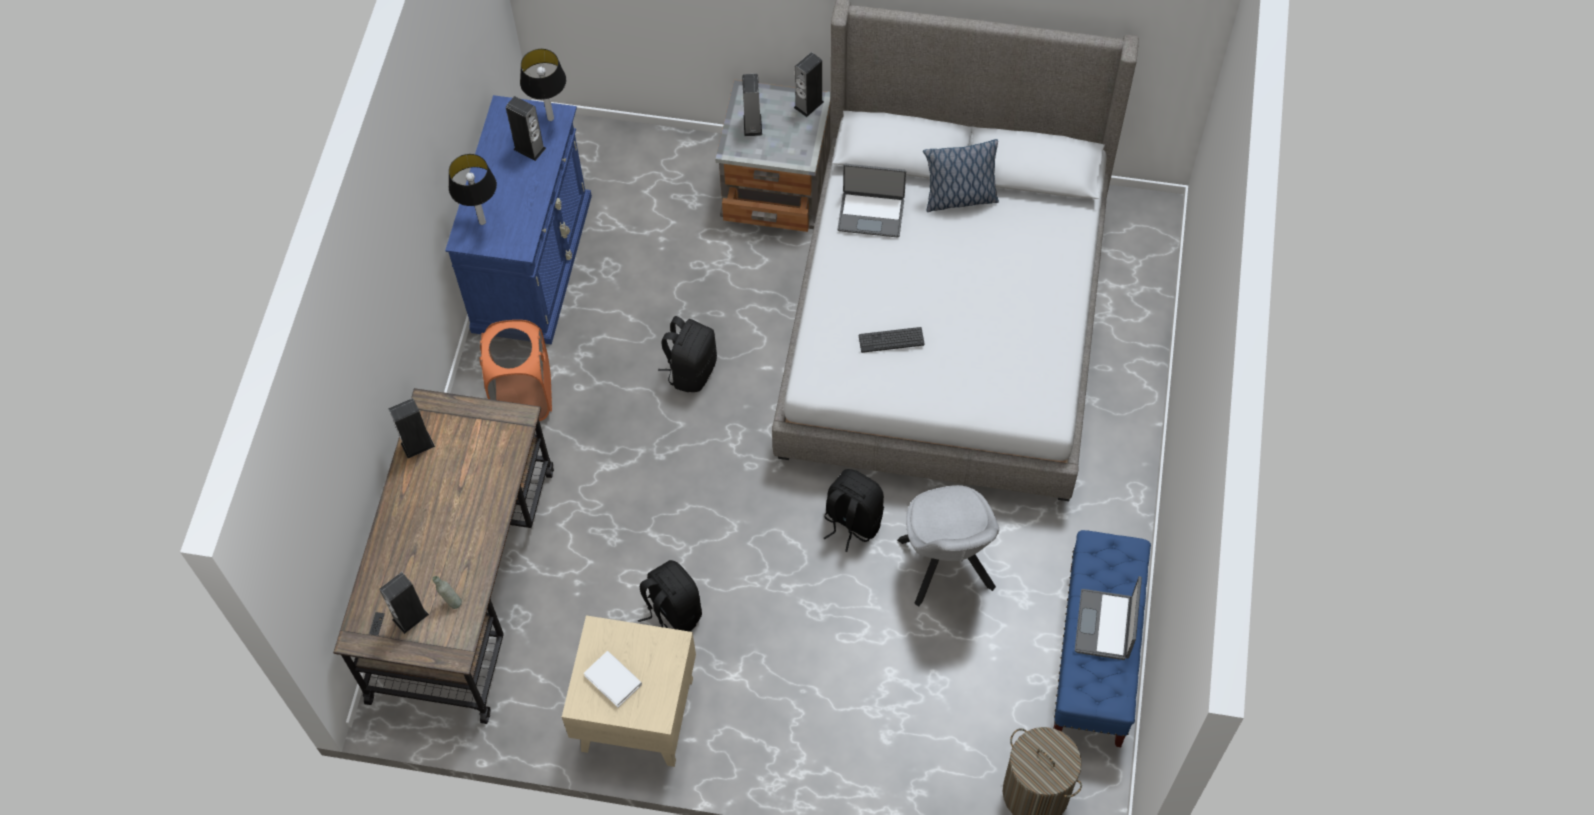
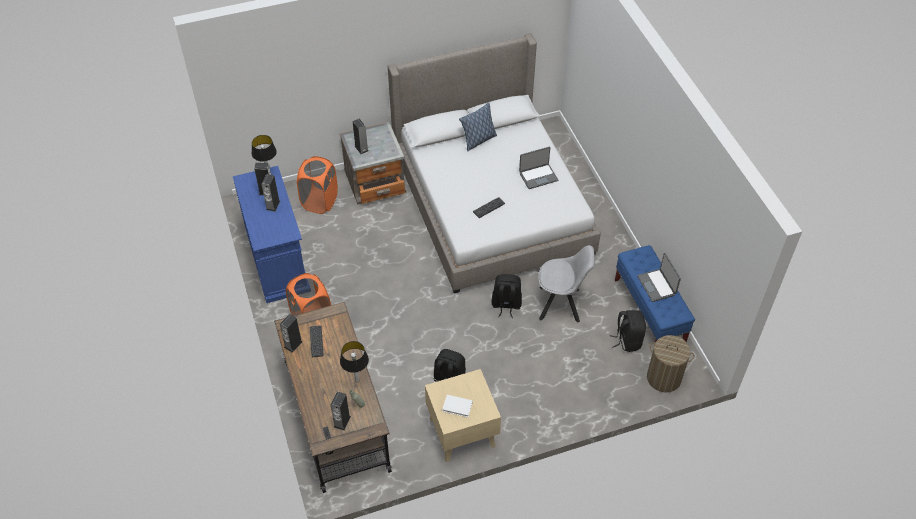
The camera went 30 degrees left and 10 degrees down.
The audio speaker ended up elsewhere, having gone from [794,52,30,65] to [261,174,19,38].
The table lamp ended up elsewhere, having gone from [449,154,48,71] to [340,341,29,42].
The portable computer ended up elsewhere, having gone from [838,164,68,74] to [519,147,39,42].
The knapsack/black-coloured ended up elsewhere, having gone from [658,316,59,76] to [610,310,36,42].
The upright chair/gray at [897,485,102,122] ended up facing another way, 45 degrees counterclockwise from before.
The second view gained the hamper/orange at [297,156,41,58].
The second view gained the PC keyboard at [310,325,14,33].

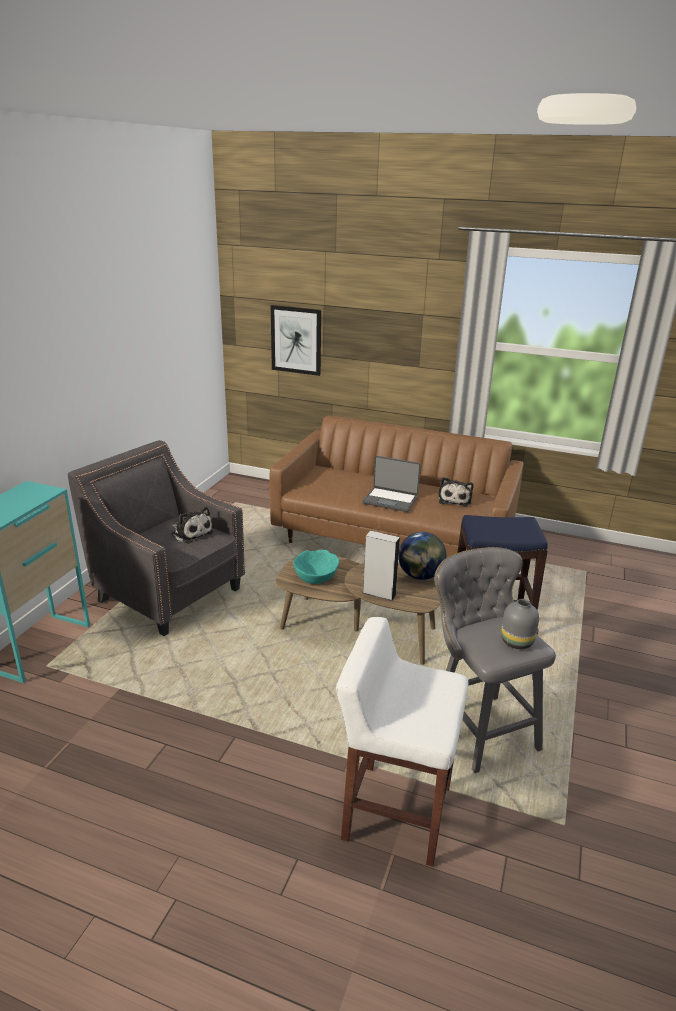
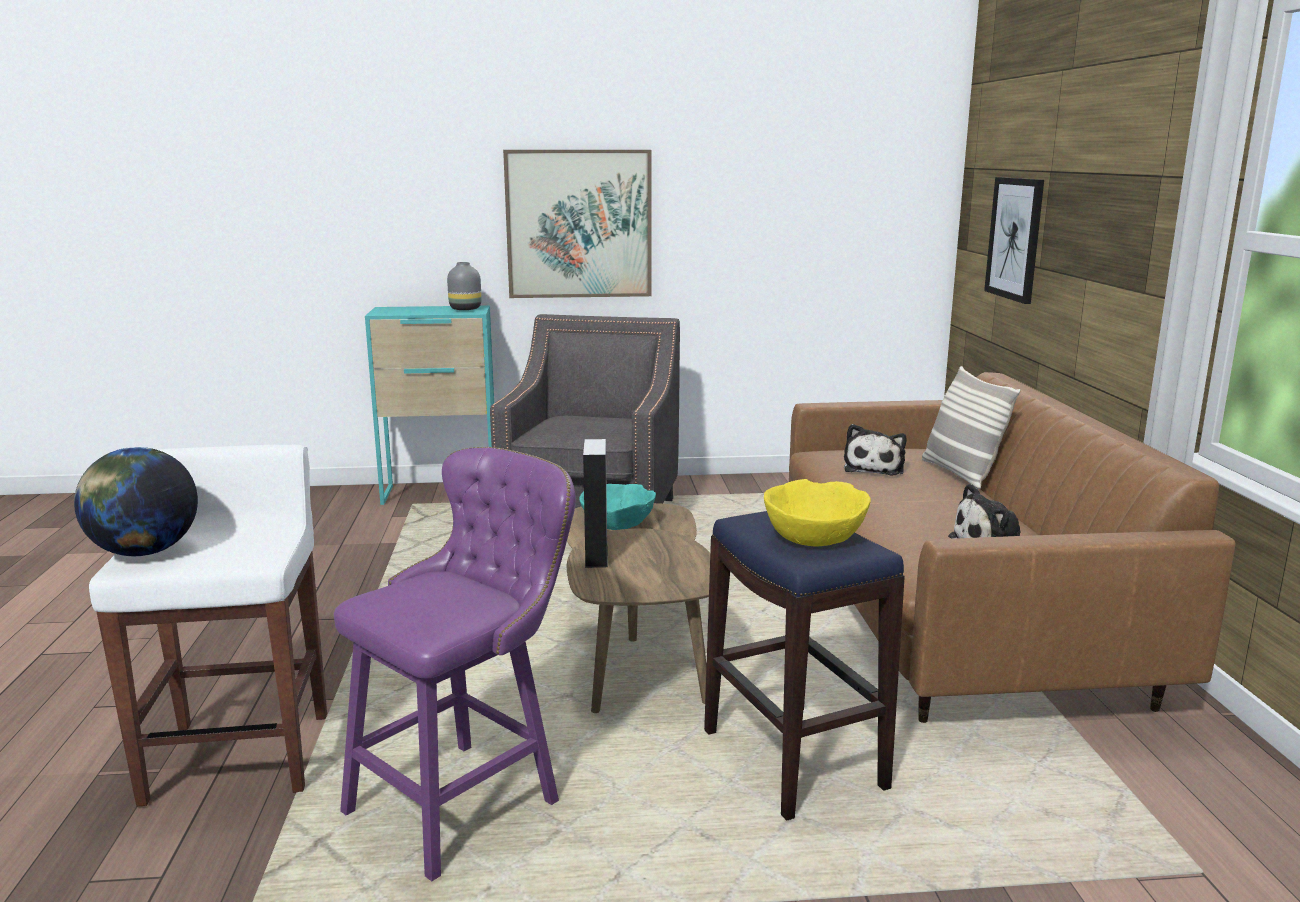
The camera went 65 degrees right and 10 degrees down.
The second view lost the portable computer at [362,456,59,56].
The soft toy ended up elsewhere, having gone from [171,507,42,37] to [844,424,62,51].
The globe ended up elsewhere, having gone from [398,532,49,48] to [74,447,124,109].
What was the stool/gray at [434,547,122,226] turned into the stool/purple-coloured at [334,447,242,434].
The vase/gray ended up elsewhere, having gone from [501,599,38,50] to [447,262,34,48].
The second view gained the picture at [503,150,148,148].
The second view gained the pillow at [922,366,98,123].
The second view gained the deep dish/yellowish at [764,479,107,68].

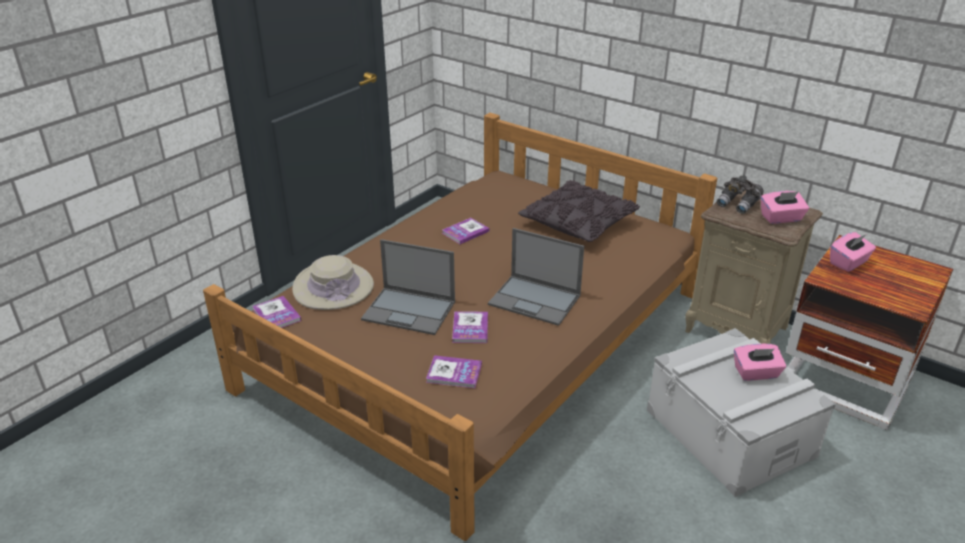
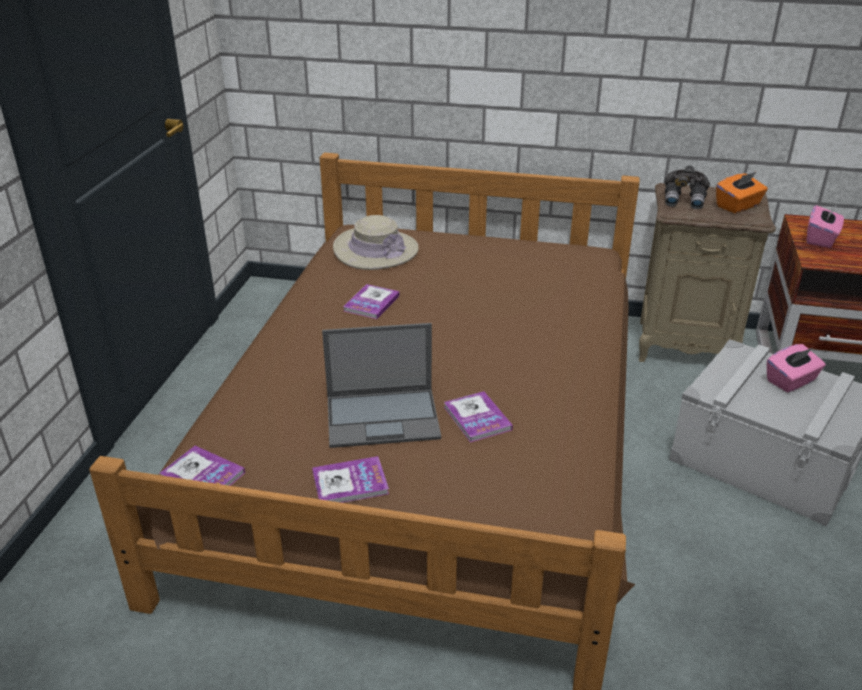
The camera went 25 degrees left and 0 degrees up.
The second view lost the pillow/black-coloured at [518,180,122,62].
What was the box of tissues/pink-coloured at [761,191,48,33] turned into the box of tissues/orange at [716,172,52,41].
The second view lost the portable computer at [488,228,96,98].
The wearable hat/beige-coloured ended up elsewhere, having gone from [292,255,82,55] to [333,215,86,55].
The book ended up elsewhere, having gone from [426,355,56,33] to [312,456,77,47].

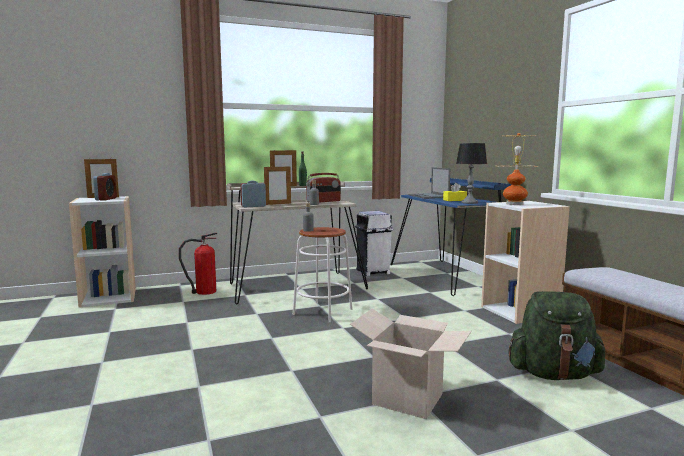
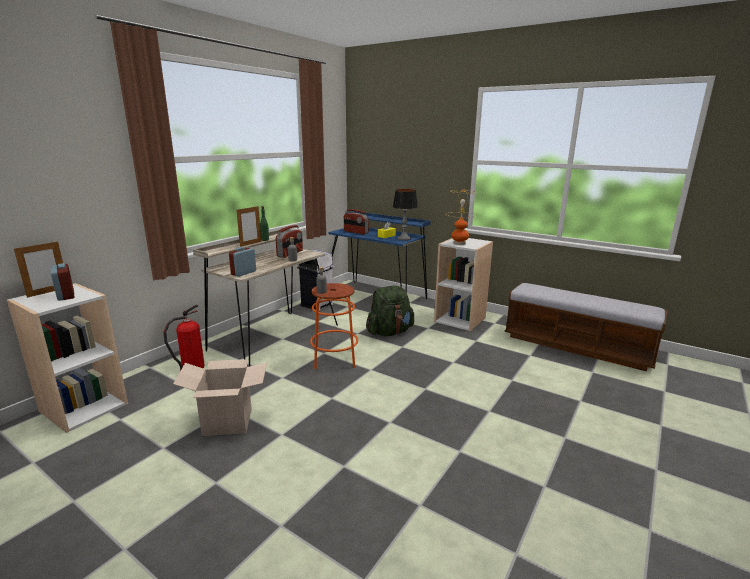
The camera went 35 degrees left and 10 degrees up.
The second view lost the standing frame at [264,166,27,39].
Where the portable computer stood at [408,167,42,32], the radio set came to stand at [344,209,25,25].
What was the stool/white-coloured at [293,227,60,96] turned into the stool/orange at [310,283,48,86].
The knapsack/green ended up elsewhere, having gone from [508,291,99,89] to [366,286,48,50].
The cardboard box ended up elsewhere, having gone from [350,308,122,111] to [173,359,94,77].

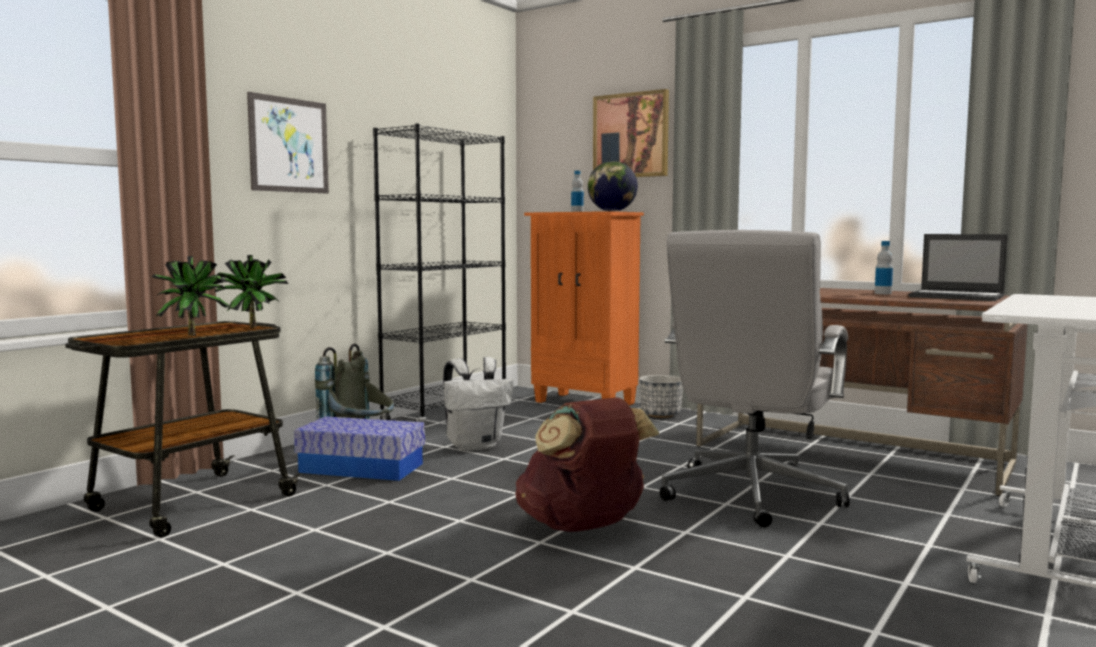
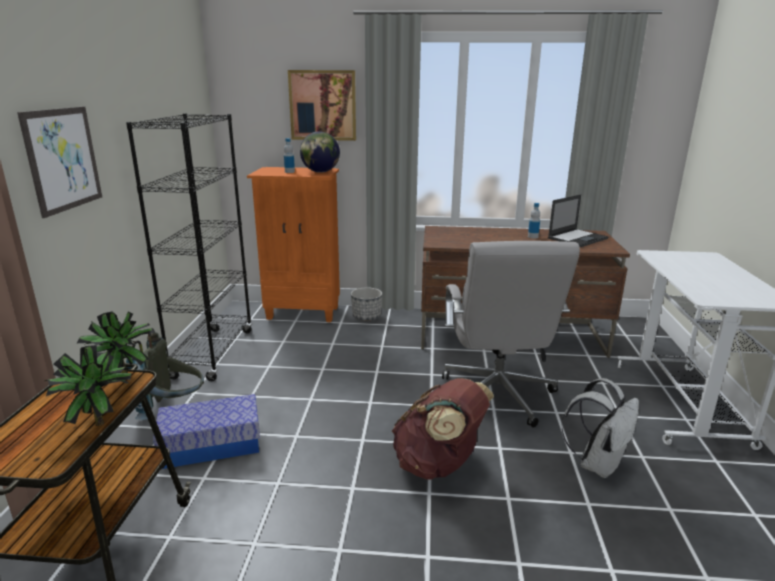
The camera went 30 degrees left and 15 degrees up.
The portable computer at [908,234,100,67] ended up facing another way, 45 degrees counterclockwise from before.
The knapsack/white-coloured ended up elsewhere, having gone from [443,357,70,94] to [561,378,78,100].

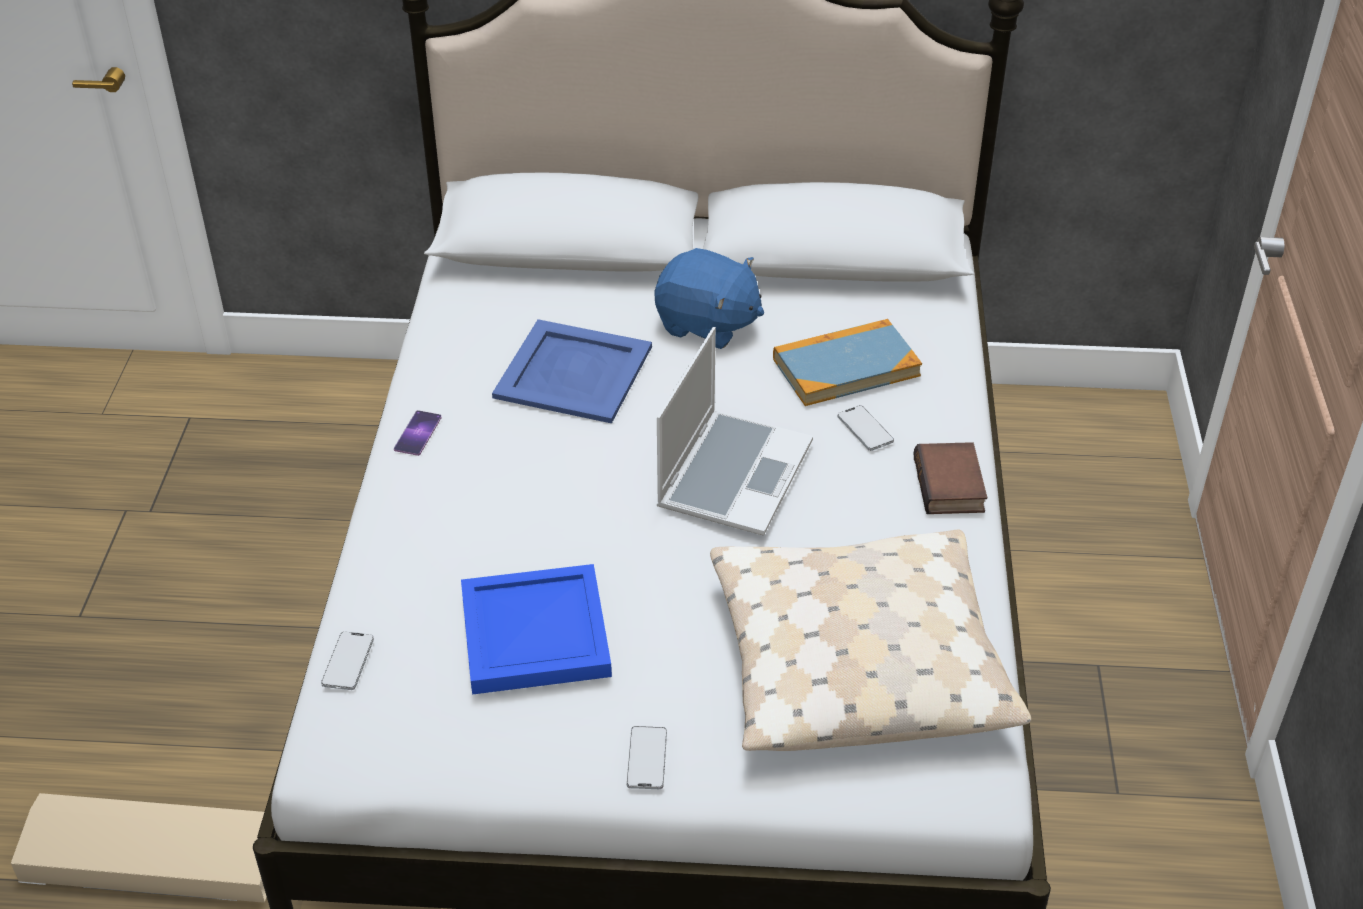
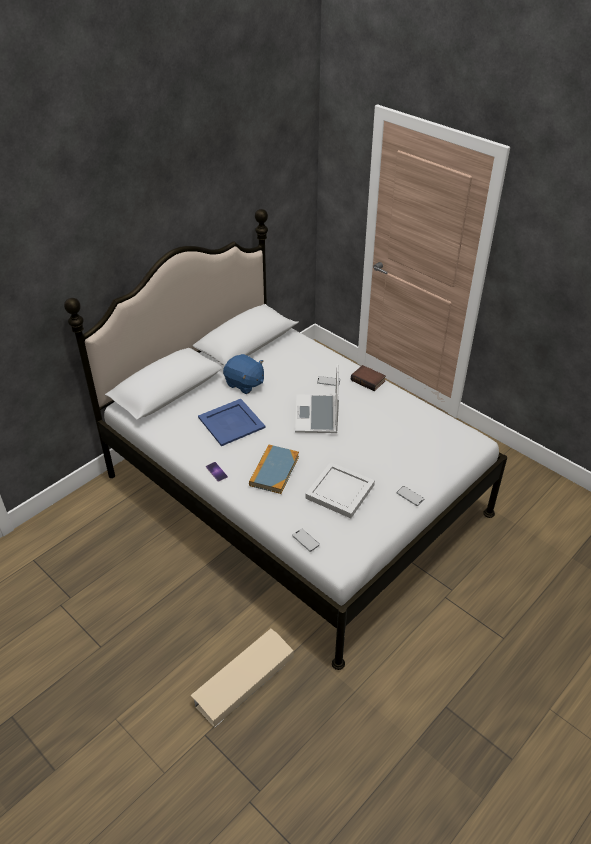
The camera went 50 degrees left and 0 degrees up.
The soft toy/blue-coloured at [654,248,110,101] ended up facing another way, 60 degrees clockwise from before.
The book ended up elsewhere, having gone from [773,319,149,87] to [249,445,50,49].
The portable computer at [657,327,156,209] ended up facing another way, 150 degrees counterclockwise from before.
The second view lost the pillow/beige-coloured at [710,530,321,221].
What was the tray/blue-coloured at [461,564,151,131] turned into the tray/white-coloured at [306,462,69,56].

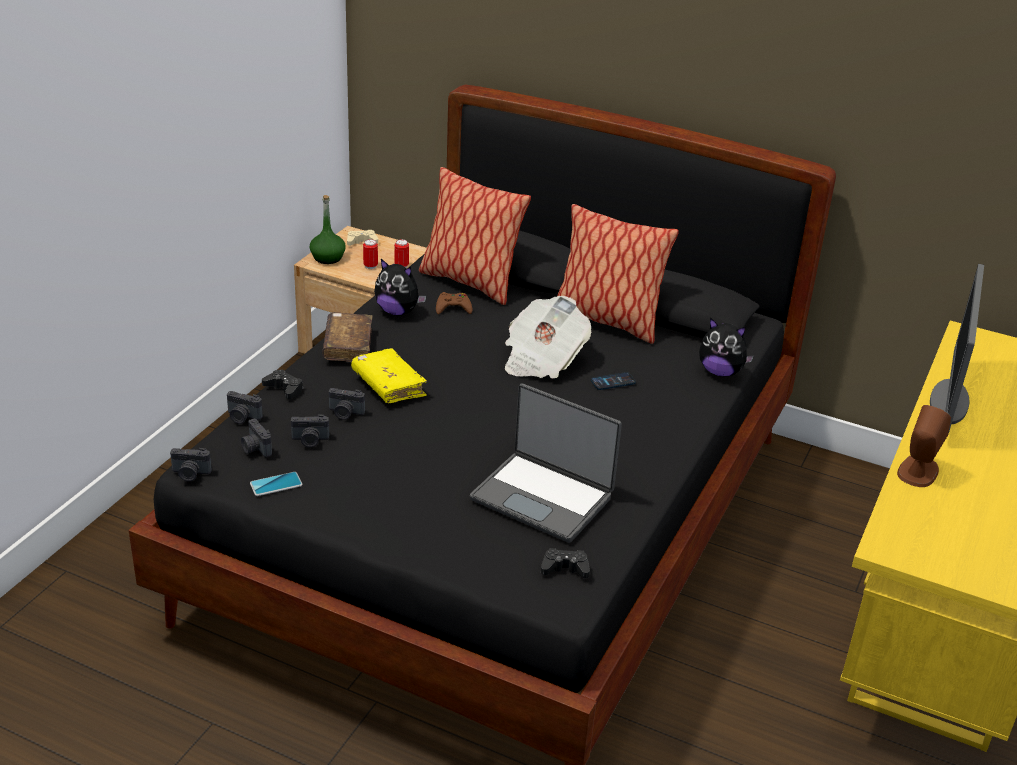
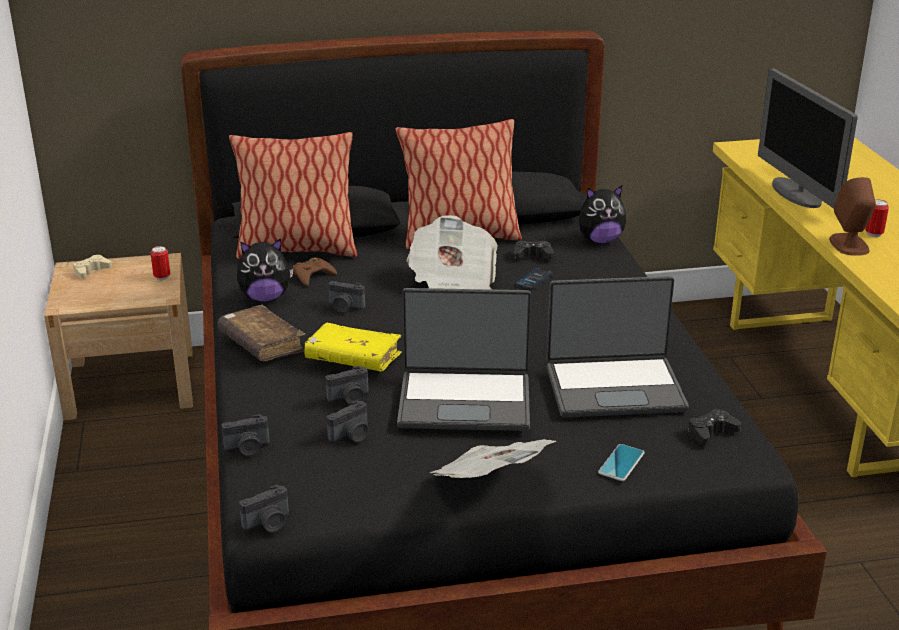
The camera went 35 degrees left and 5 degrees down.
The second view lost the bottle/green at [310,195,36,69].
The can ended up elsewhere, having gone from [363,239,15,30] to [865,199,24,38].
The game controller/black-coloured ended up elsewhere, having gone from [262,370,41,29] to [513,241,41,18].
The still camera ended up elsewhere, having gone from [241,419,31,39] to [328,281,37,32].
The telephone ended up elsewhere, having gone from [250,472,52,24] to [598,444,47,37].
The second view gained the portable computer at [397,288,134,143].
The second view gained the newspaper at [430,439,126,39].

